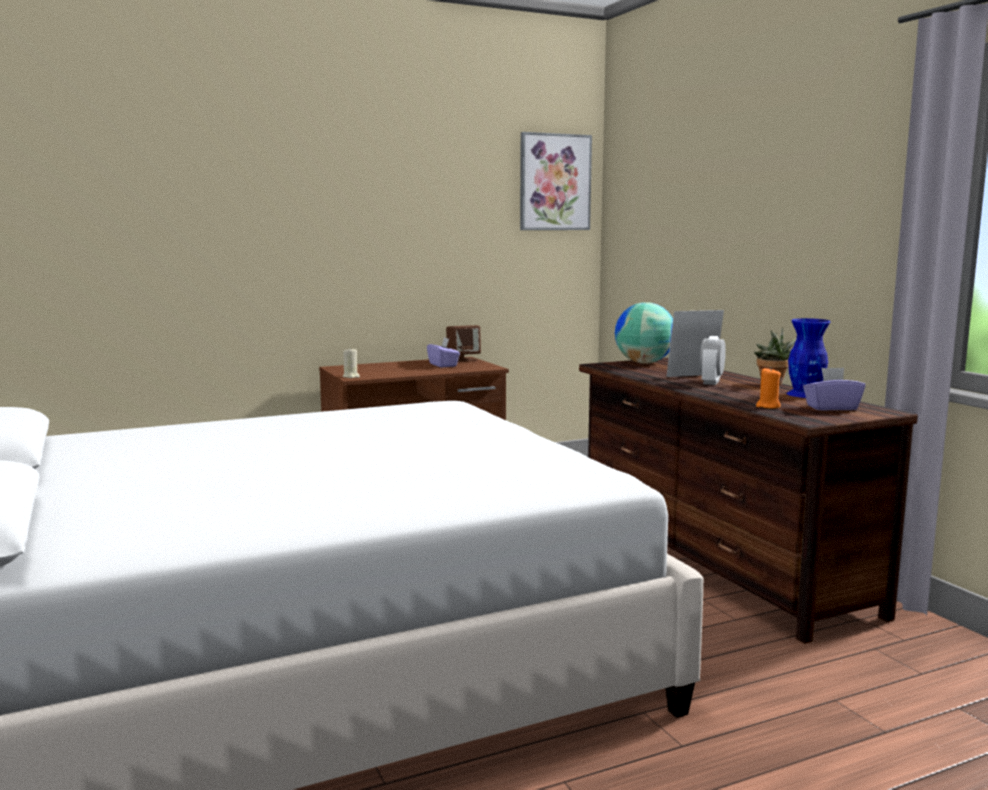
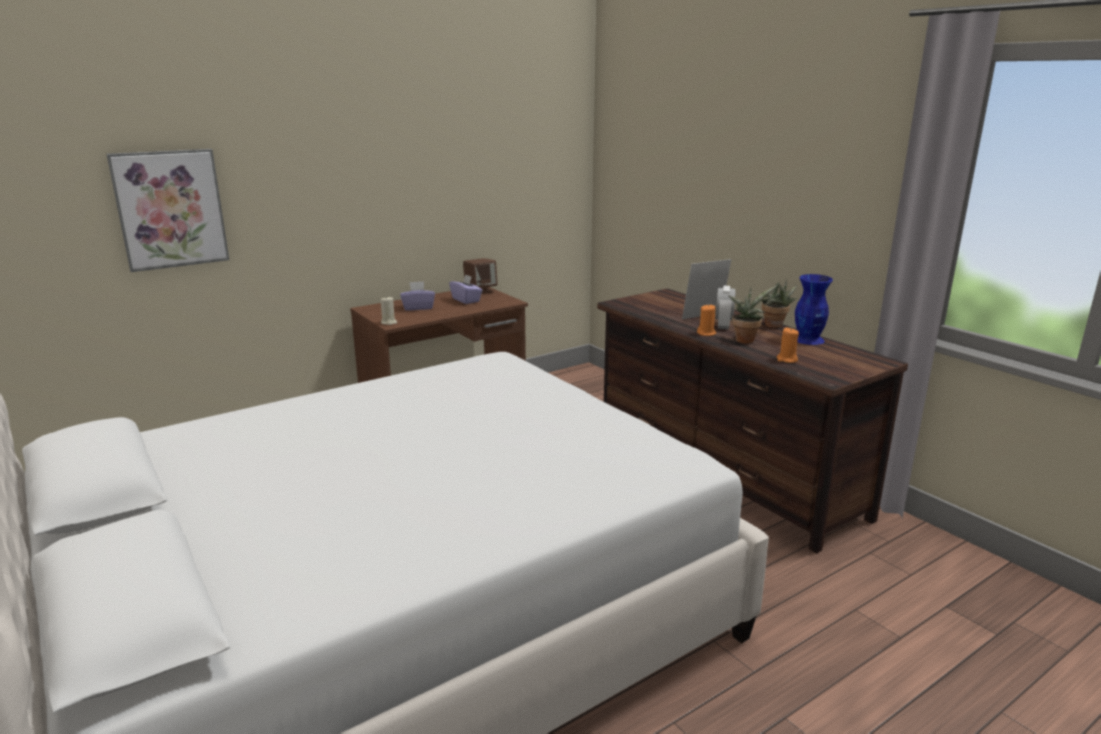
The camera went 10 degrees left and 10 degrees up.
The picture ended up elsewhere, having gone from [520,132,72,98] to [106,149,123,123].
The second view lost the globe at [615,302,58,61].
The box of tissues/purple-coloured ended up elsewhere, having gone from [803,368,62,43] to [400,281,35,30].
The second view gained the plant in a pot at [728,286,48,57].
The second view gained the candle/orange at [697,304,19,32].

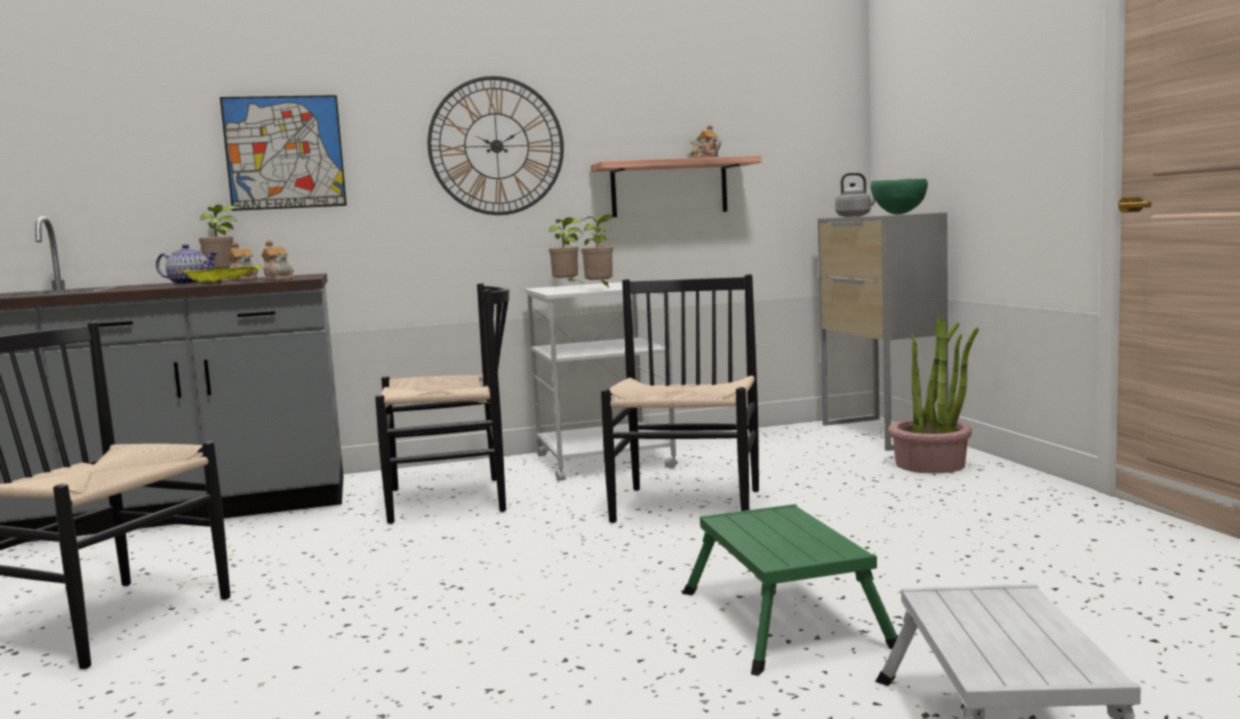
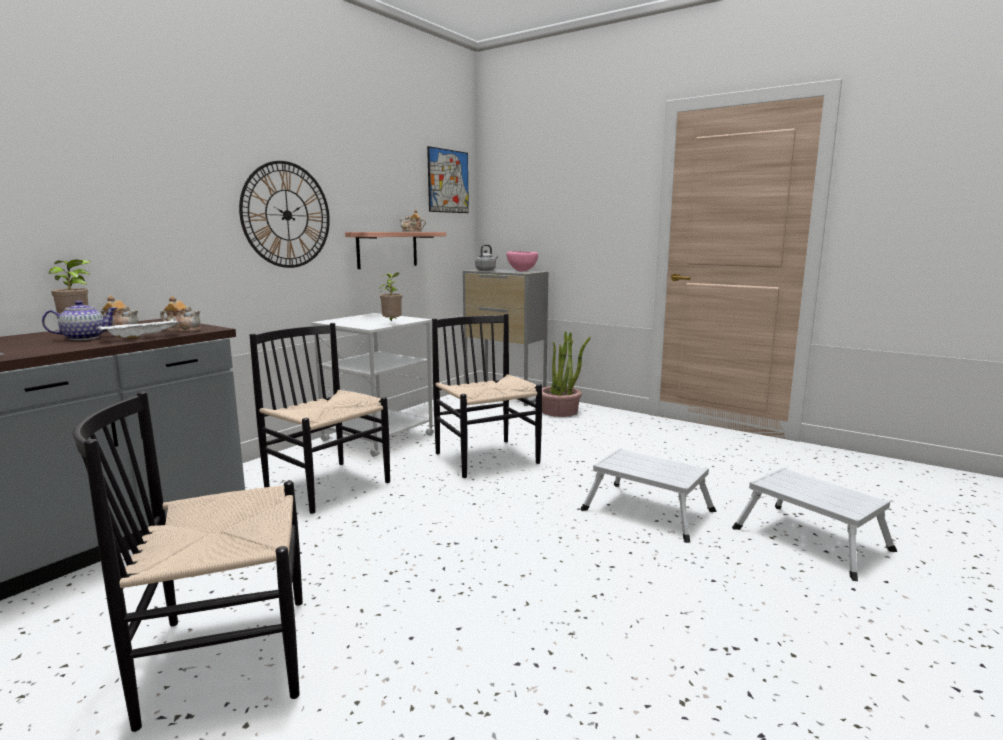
The camera went 40 degrees left and 5 degrees up.
The picture ended up elsewhere, having gone from [220,95,127,116] to [427,146,42,67].
What was the deep dish/green at [870,179,58,35] turned into the deep dish/pink-coloured at [506,251,32,21].
The second view lost the plant in a pot at [549,217,34,66].
What was the tray/yellowish at [177,264,84,20] turned into the tray/white-coloured at [98,318,85,21].
The upright chair/black-coloured at [375,283,134,241] ended up facing another way, 90 degrees counterclockwise from before.
What was the step stool/green at [682,504,216,172] turned into the step stool/white-coloured at [580,448,137,95].

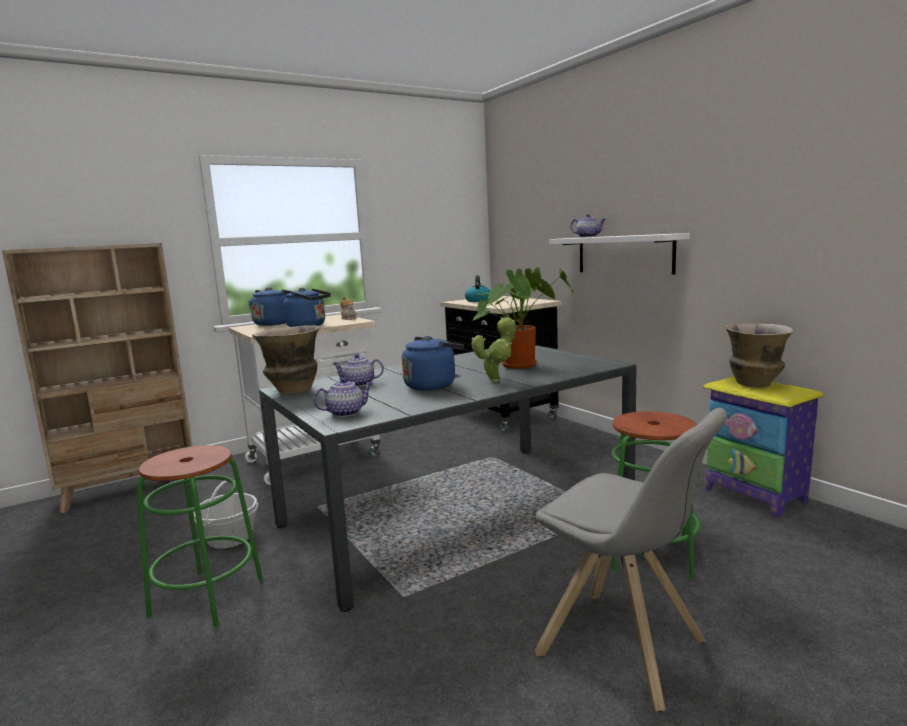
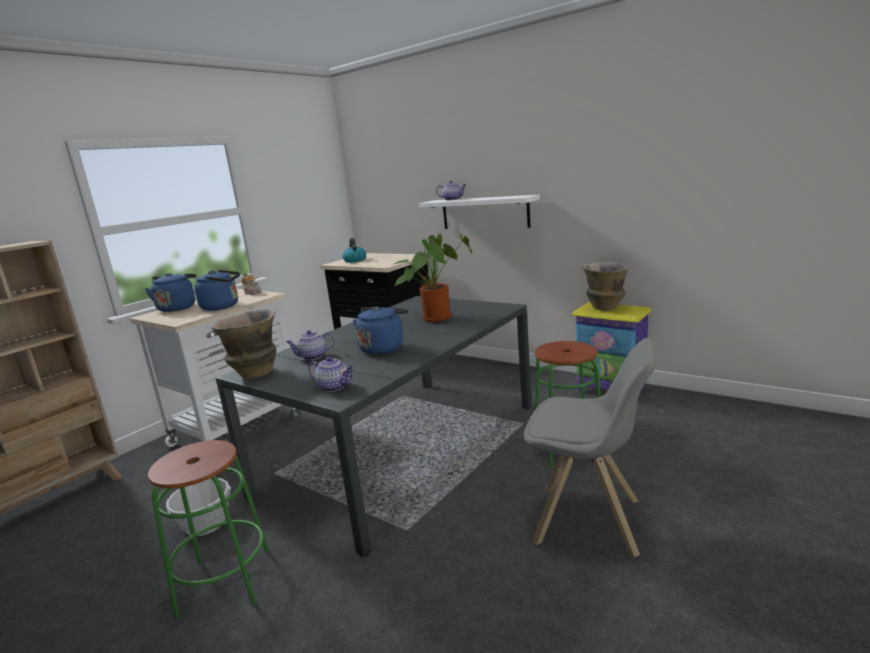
The camera went 20 degrees left and 5 degrees up.
The second view lost the plant in a pot at [472,317,44,65].
The tea pot at [313,378,59,39] ended up facing another way, 75 degrees clockwise from before.

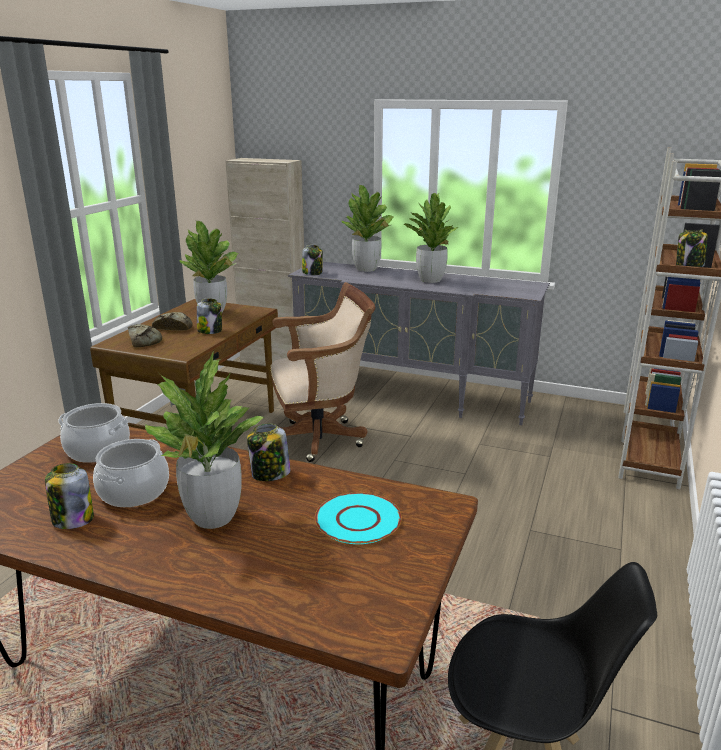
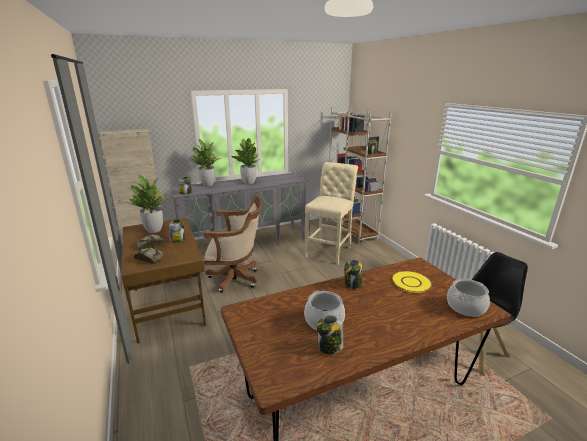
The camera went 45 degrees left and 0 degrees up.
The office chair at [270,282,106,180] ended up facing another way, 60 degrees clockwise from before.
The second view lost the plant in a pot at [145,350,119,179].
The cooking pot ended up elsewhere, having gone from [58,403,72,60] to [447,279,43,38].
What was the plate/turquoise-coloured at [315,493,87,51] turned into the plate/yellowish at [391,271,41,22].
The second view gained the stool/beige-coloured at [305,162,53,103].

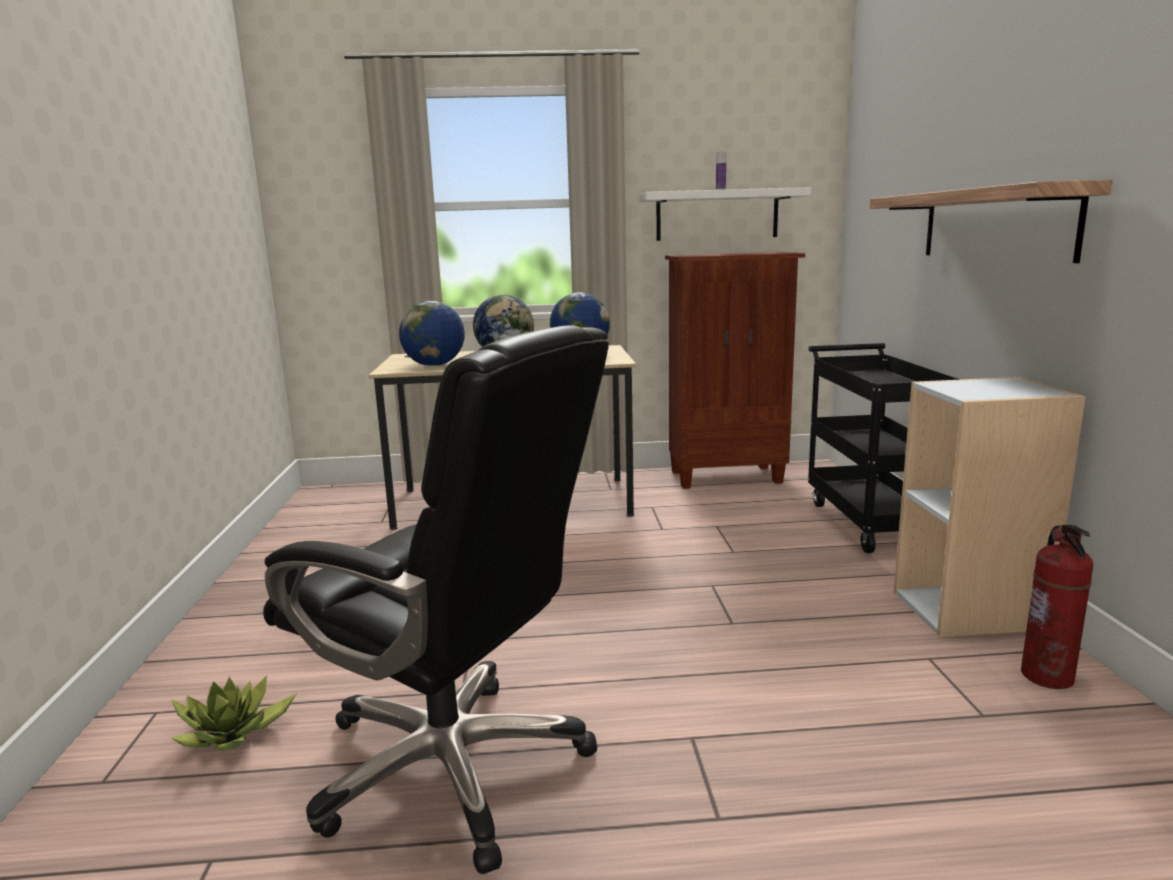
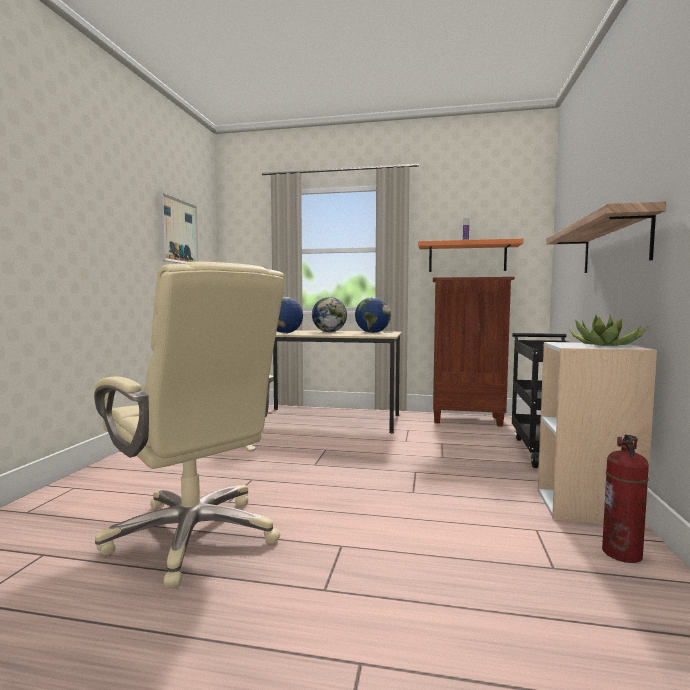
The camera went 15 degrees right and 10 degrees down.
What was the wall shelf/white-coloured at [639,187,172,54] turned into the wall shelf/orange at [418,239,106,33].
What was the office chair/black-coloured at [263,325,346,550] turned into the office chair/beige-coloured at [94,262,191,326].
The plant in a pot ended up elsewhere, having gone from [171,675,126,75] to [569,315,78,31].
The second view gained the picture at [158,193,41,71].

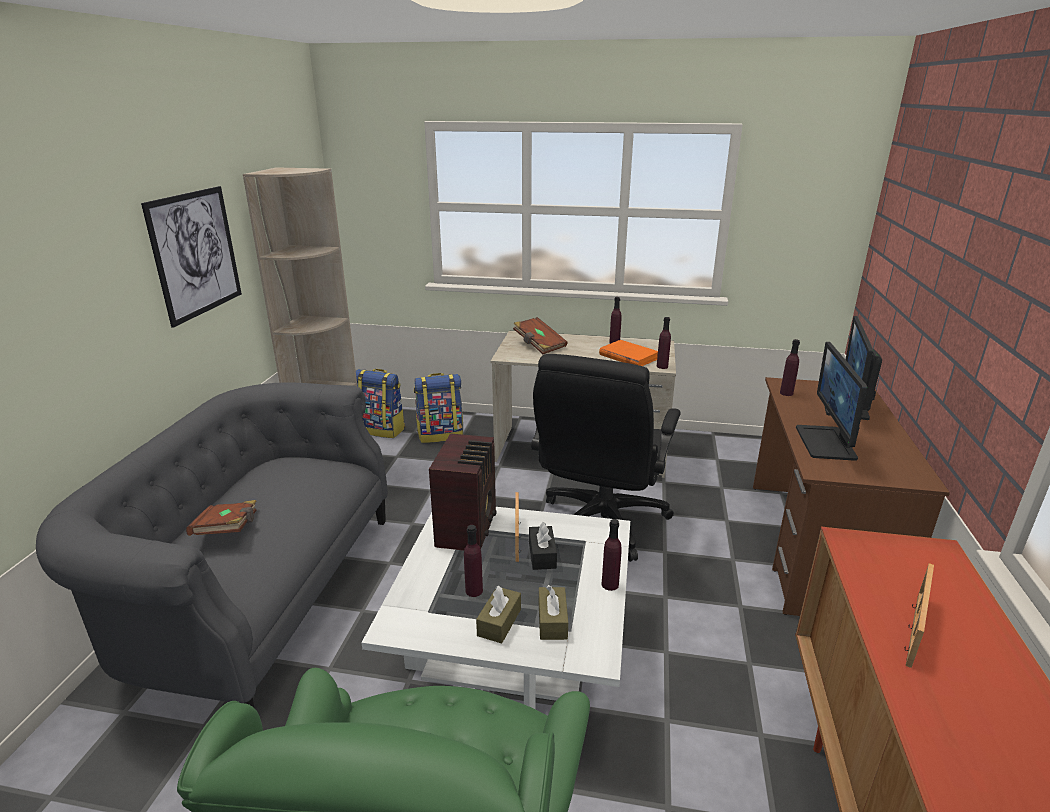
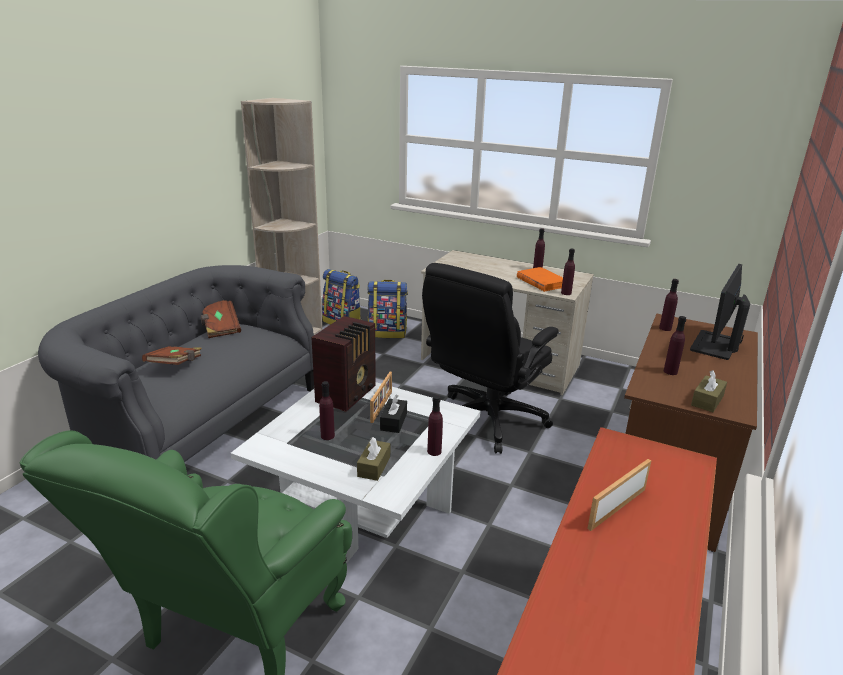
The camera went 15 degrees right and 0 degrees up.
The second view lost the picture at [141,186,101,142].
The book/brown ended up elsewhere, having gone from [513,317,55,37] to [201,300,40,38].
Where the computer display stood at [796,342,71,119], the bottle/purple-coloured came to stand at [664,316,22,59].
The box of tissues/brown ended up elsewhere, having gone from [476,586,45,57] to [691,370,36,42].

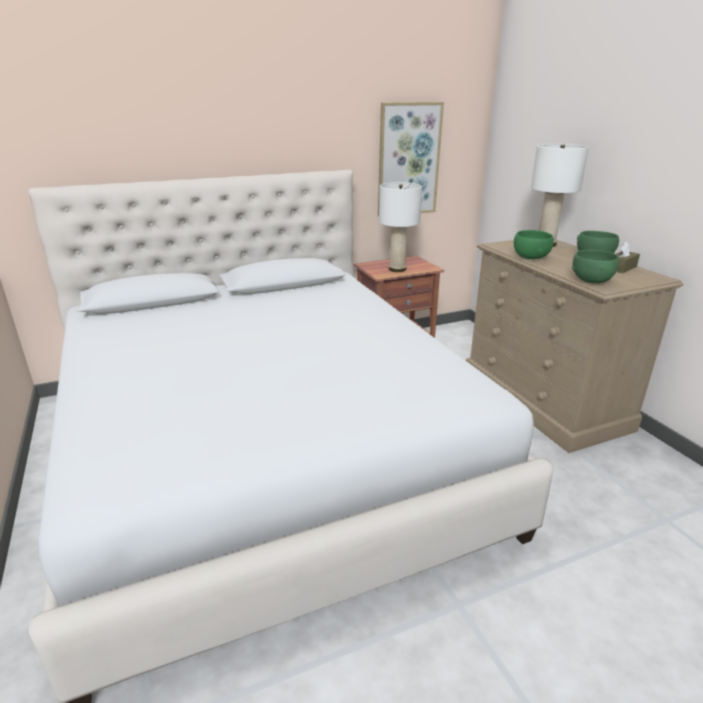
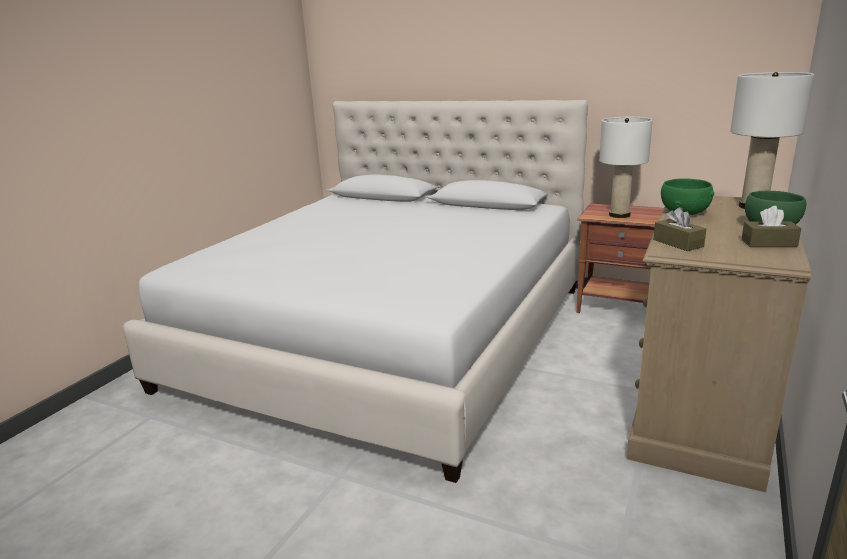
The camera went 50 degrees right and 5 degrees down.
The second view lost the picture at [378,102,66,115].
Where the deep dish/green stood at [572,250,47,34], the box of tissues/brown came to stand at [653,207,53,44].

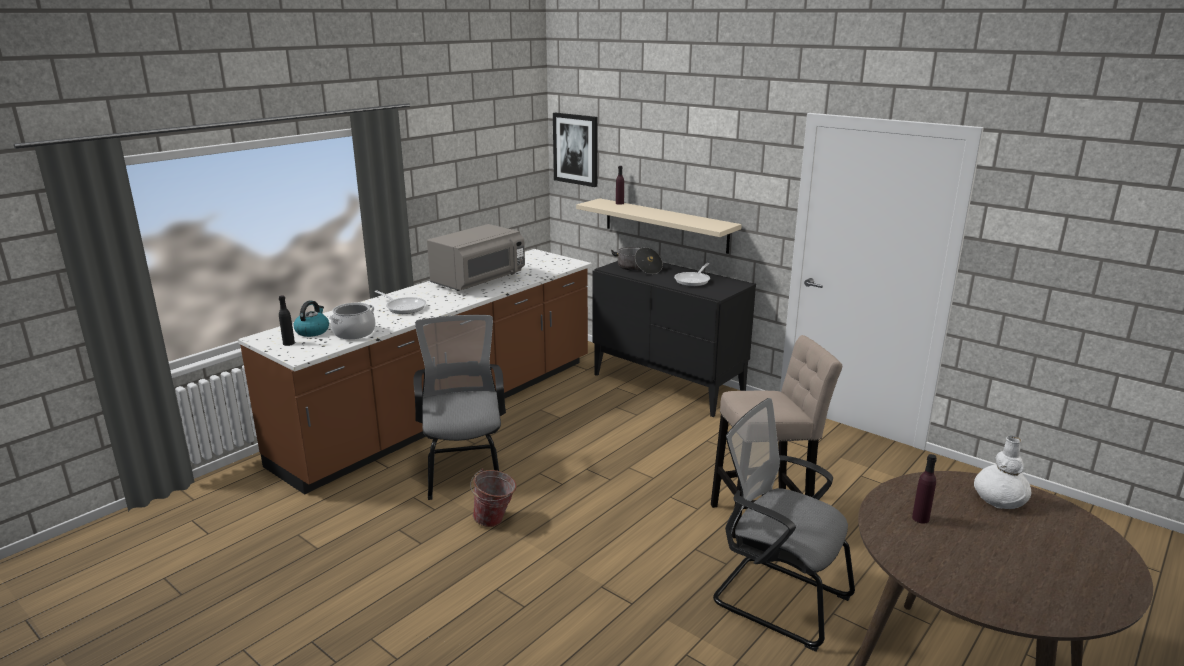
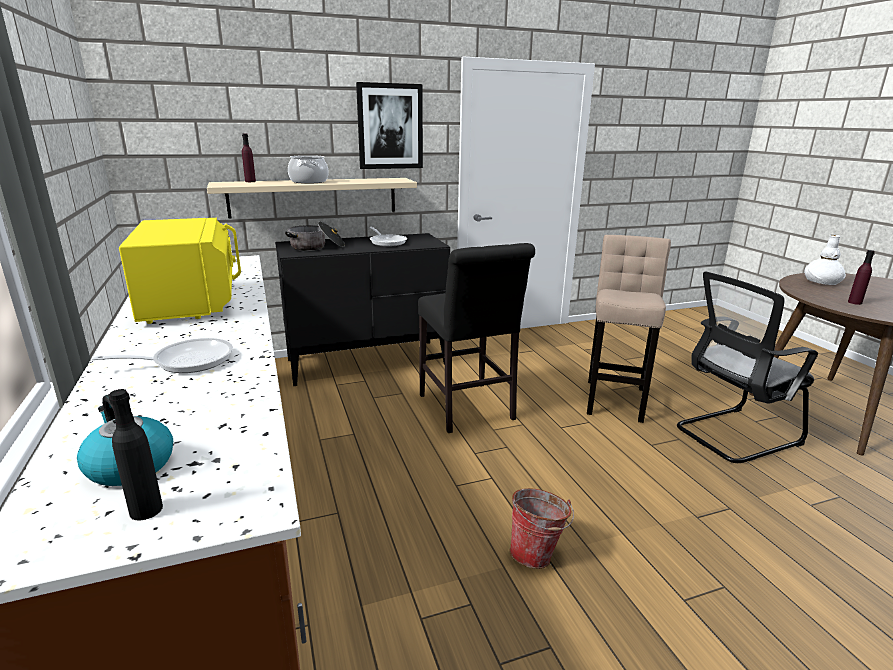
The camera went 60 degrees left and 0 degrees up.
The picture ended up elsewhere, having gone from [553,113,45,74] to [356,82,67,87].
What was the kitchen microwave/gray at [427,224,98,67] turned into the kitchen microwave/yellowish at [119,218,122,106].
The cooking pot ended up elsewhere, having gone from [329,303,47,36] to [288,155,41,29].
The second view lost the upright chair at [413,315,93,185].
The second view gained the stool/black-coloured at [418,243,117,190].

